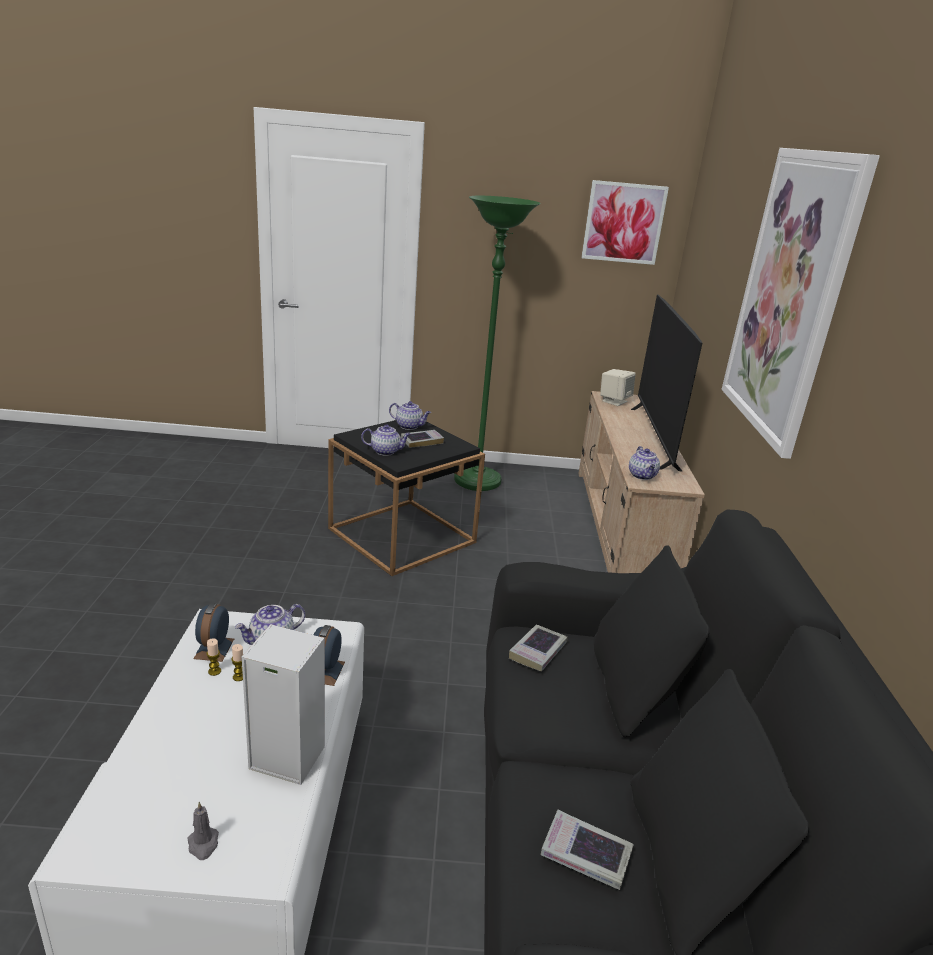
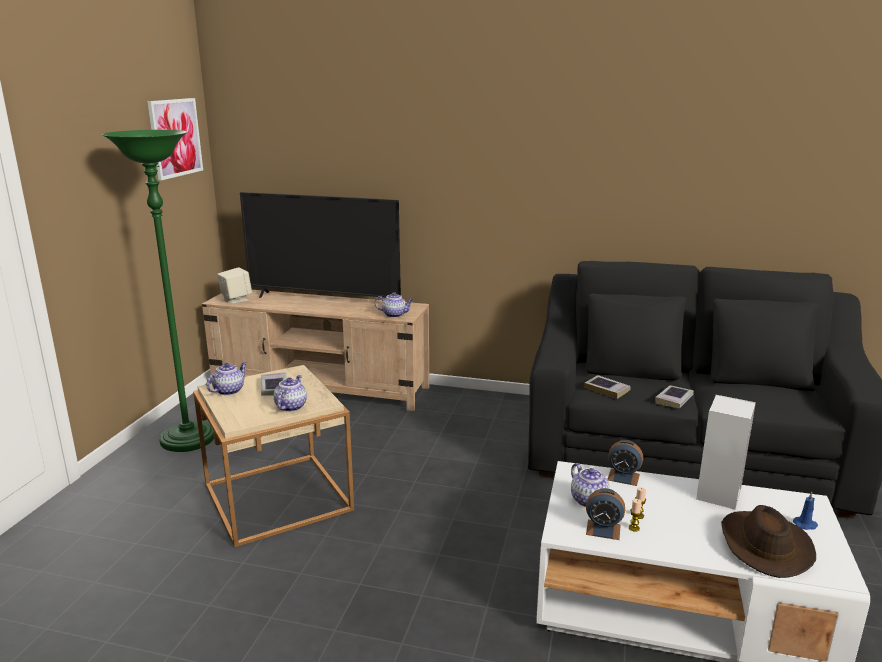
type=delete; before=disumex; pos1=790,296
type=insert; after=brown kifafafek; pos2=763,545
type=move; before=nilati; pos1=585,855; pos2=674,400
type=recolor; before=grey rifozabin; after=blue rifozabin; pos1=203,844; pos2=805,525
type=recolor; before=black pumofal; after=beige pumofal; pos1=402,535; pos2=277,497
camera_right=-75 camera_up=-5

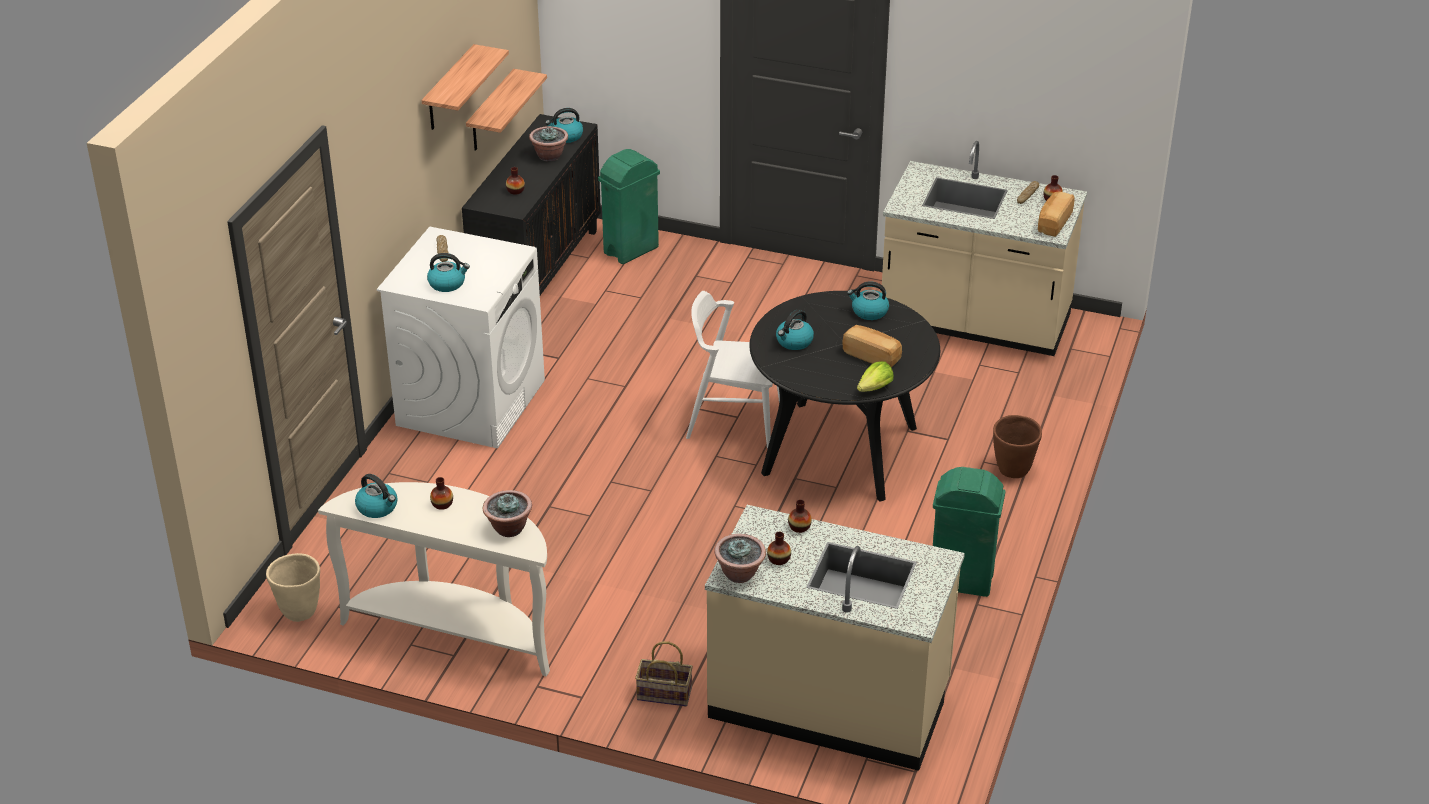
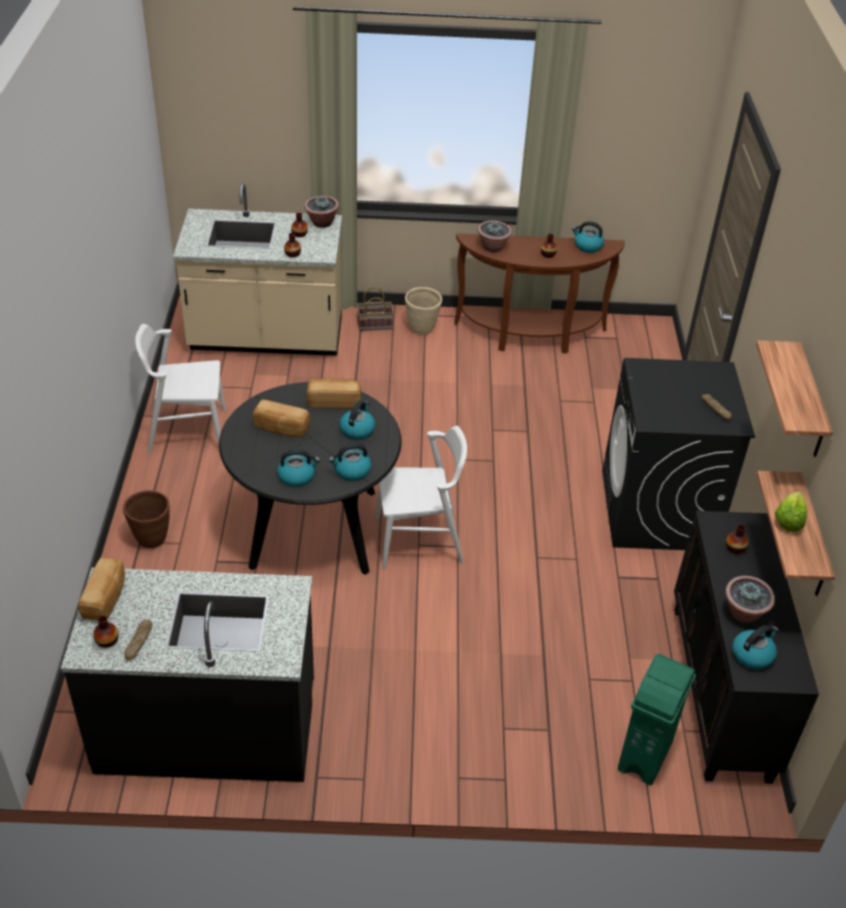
type=insert; after=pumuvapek; pos2=334,402
type=move; before=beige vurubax; pos1=299,611; pos2=422,329
type=move; before=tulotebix; pos1=447,283; pos2=351,471
type=move; before=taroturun; pos1=875,388; pos2=788,520
type=replace; before=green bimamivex; after=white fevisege; pos1=962,581; pos2=187,431
type=recolor; before=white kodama; after=brown kodama; pos1=455,630; pos2=530,337
type=recolor; before=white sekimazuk; after=black sekimazuk; pos1=471,402; pos2=658,511
type=recolor; before=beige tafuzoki; after=black tafuzoki; pos1=974,323; pos2=207,728
camera_right=160 camera_up=5

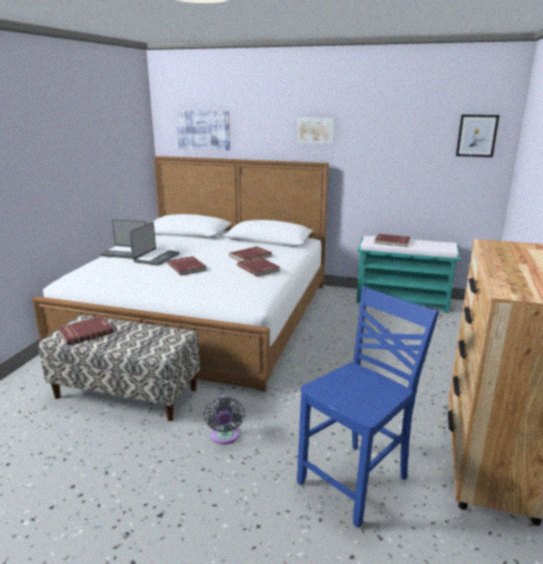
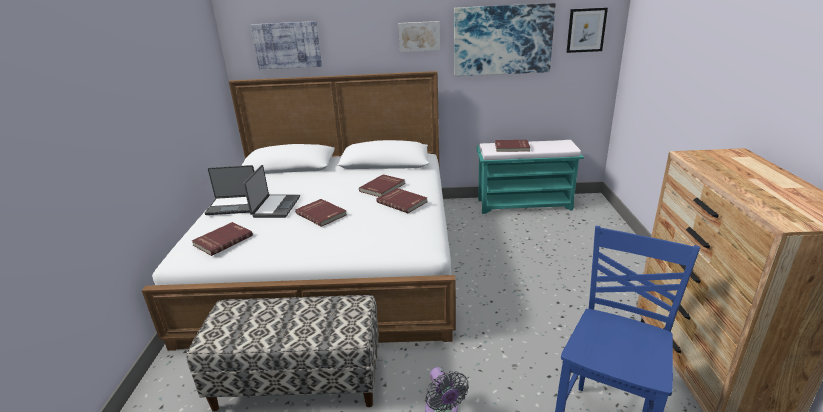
type=insert; after=disumex; pos2=502,40
type=move; before=red nilati; pos1=85,332; pos2=222,240
camera_right=-15 camera_up=5

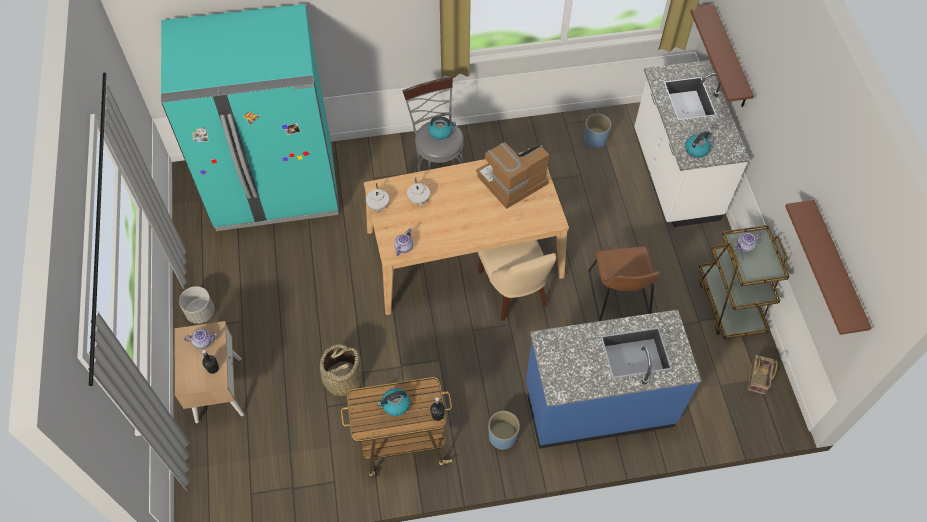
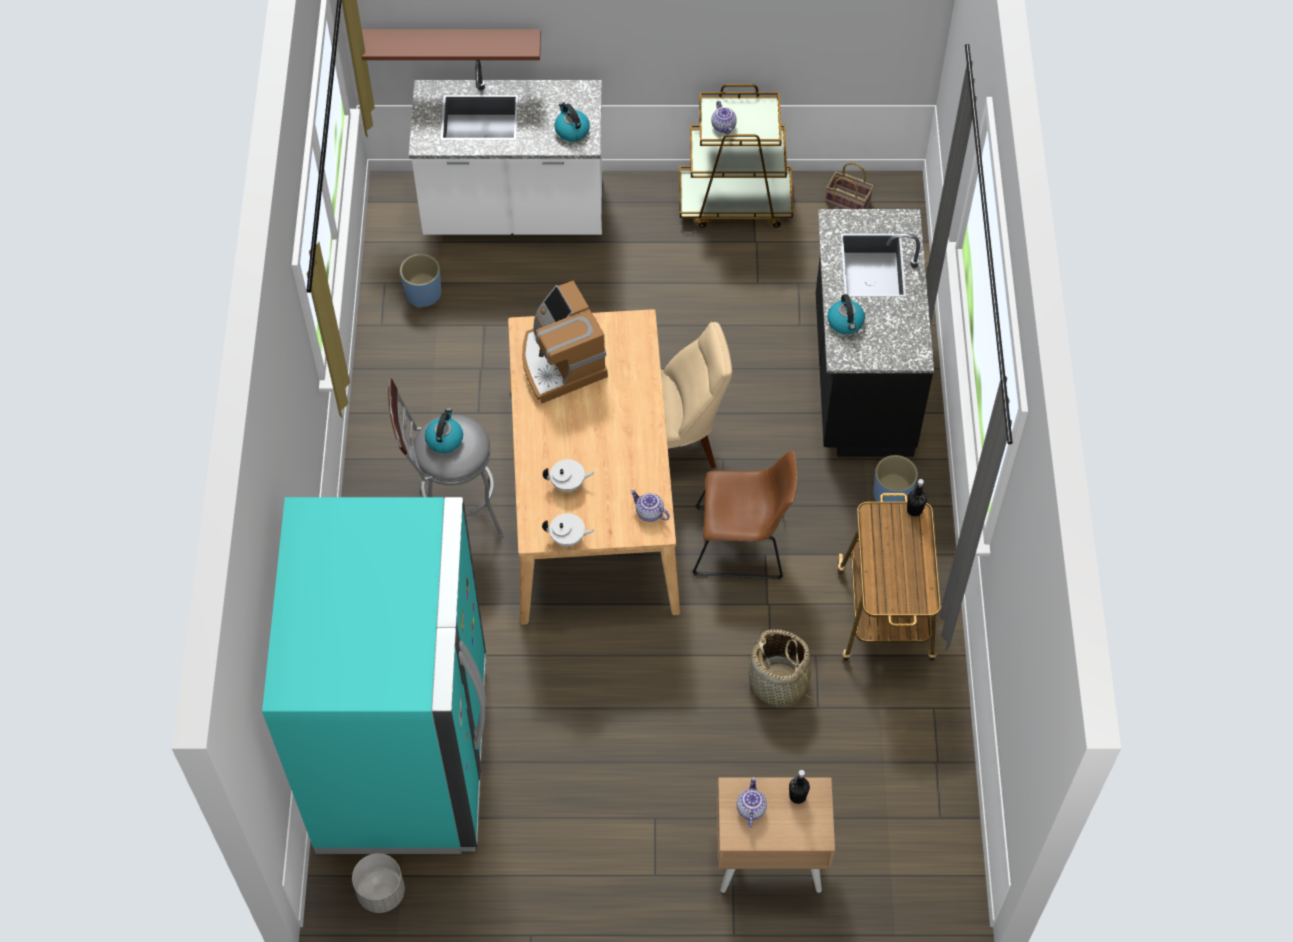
type=delete; before=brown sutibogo; pos1=836,269
type=move; before=grey vurubax; pos1=201,312; pos2=381,892
type=move; before=tulotebix; pos1=395,405; pos2=845,322
type=move; before=brown fevisege; pos1=619,297; pos2=744,543
type=recolor; before=blue tafuzoki; after=black tafuzoki; pos1=598,404; pos2=860,378
camera_right=-80 camera_up=0

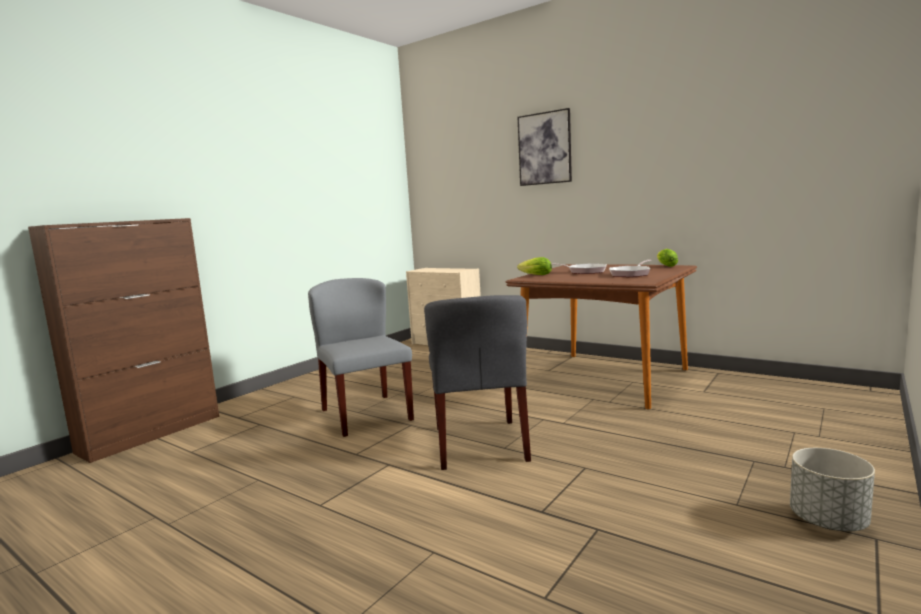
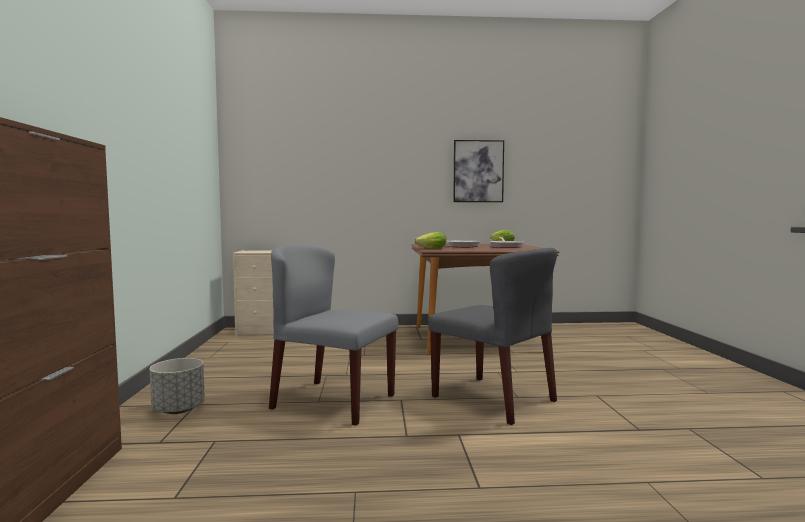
type=move; before=disumex; pos1=544,148; pos2=478,171
type=move; before=grey vurubax; pos1=828,521; pos2=178,409
camera_right=-40 camera_up=-5

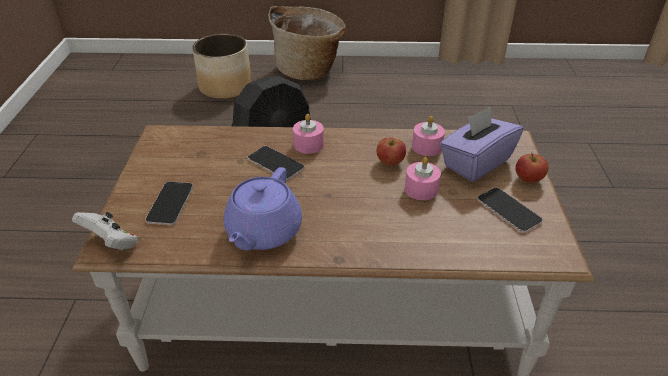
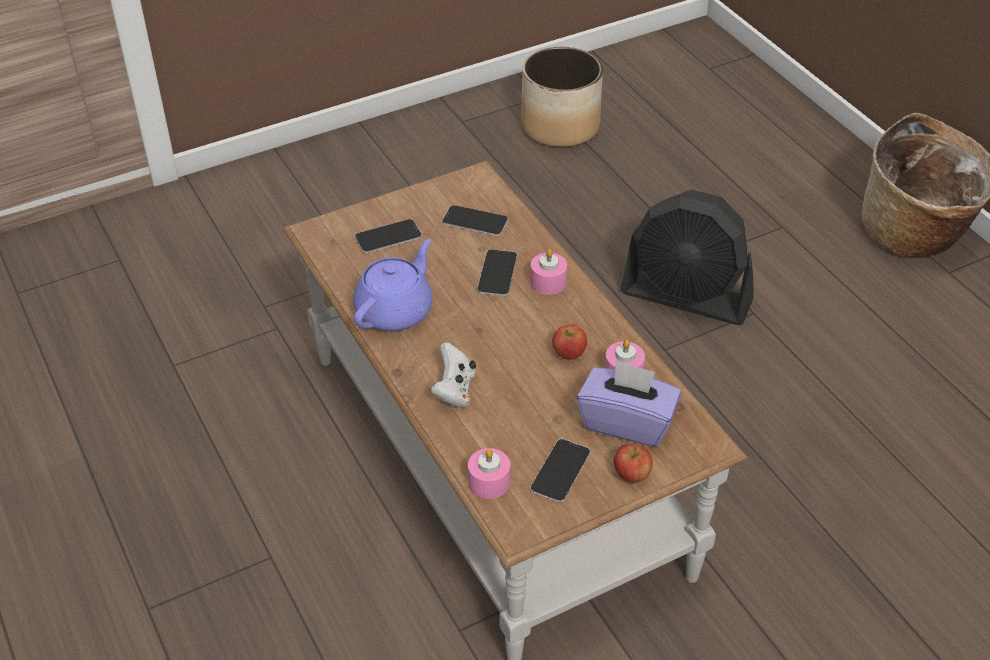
type=insert; after=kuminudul; pos2=475,221
type=move; before=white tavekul; pos1=112,243; pos2=454,390
type=move; before=vurubax; pos1=225,87; pos2=559,126
type=move; before=pink rifozabin; pos1=421,189; pos2=489,482
type=rotate; before=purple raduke; pos1=263,232; pos2=395,310; turn=135
camera_right=60 camera_up=5

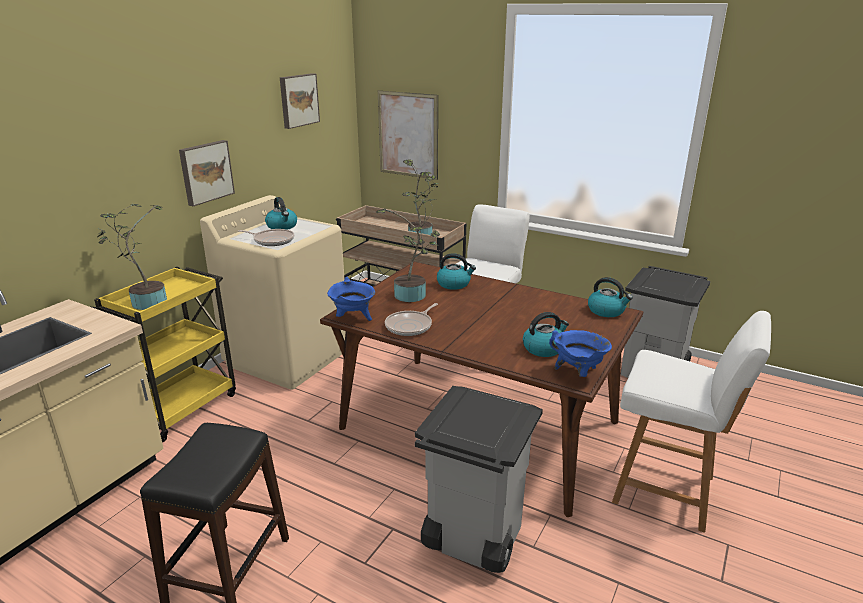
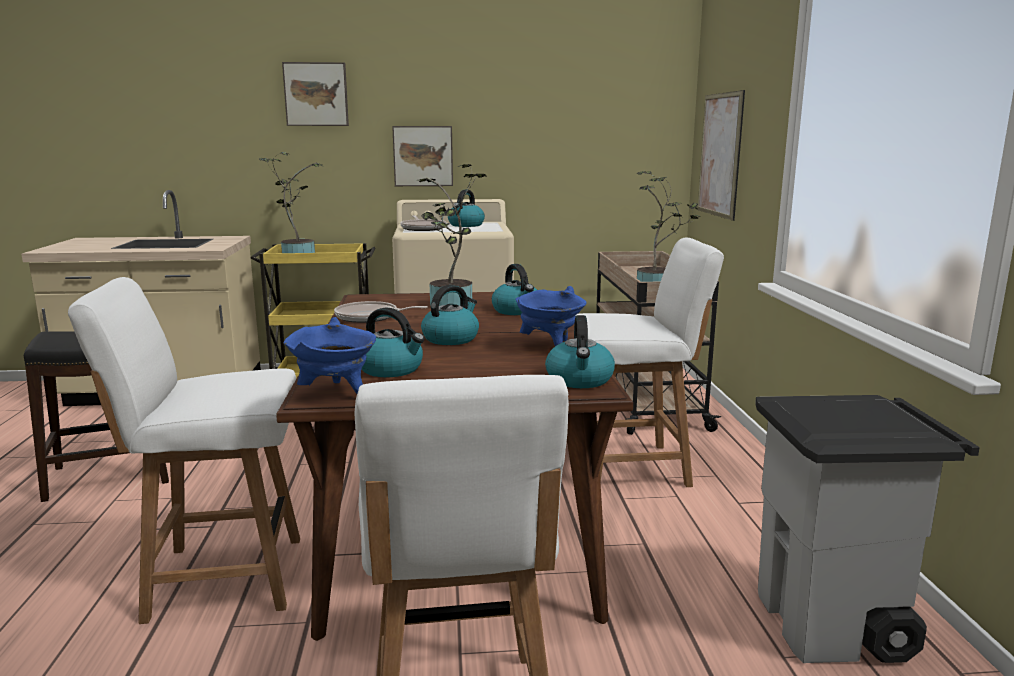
type=insert; after=tulotebix; pos2=451,338
type=move; before=disumex; pos1=298,100; pos2=316,94
type=move; before=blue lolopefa; pos1=353,318; pos2=549,347
type=replace; before=grey bimamivex; after=white fevisege; pos1=472,539; pos2=221,578
camera_right=55 camera_up=-10

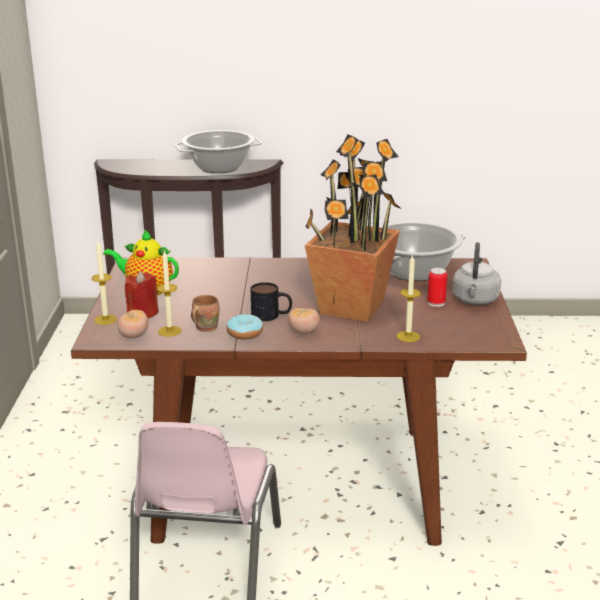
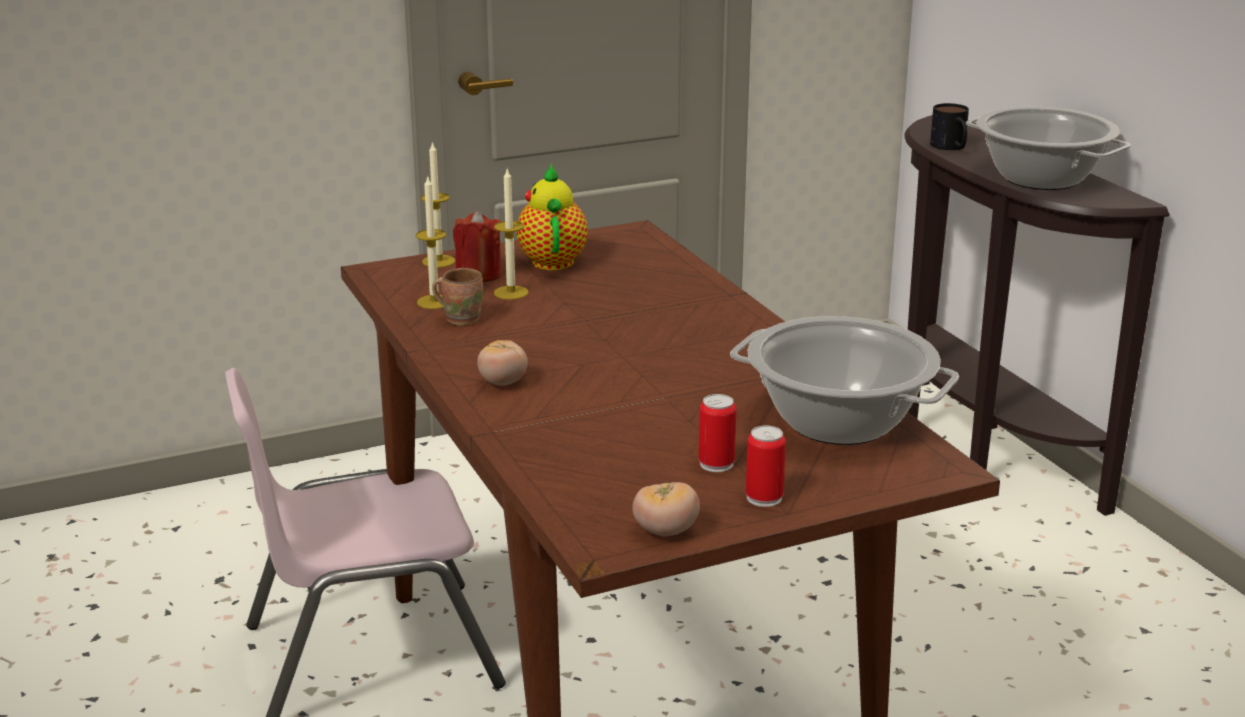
type=delete; before=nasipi; pos1=245,333
type=delete; before=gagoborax; pos1=351,307
type=move; before=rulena; pos1=133,336; pos2=665,531
type=move; before=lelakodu; pos1=271,315; pos2=951,147
type=move; before=rifozabin; pos1=408,336; pos2=511,292
type=replace; before=grey tulotebix; after=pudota; pos1=475,301; pos2=764,498
camera_right=65 camera_up=0

